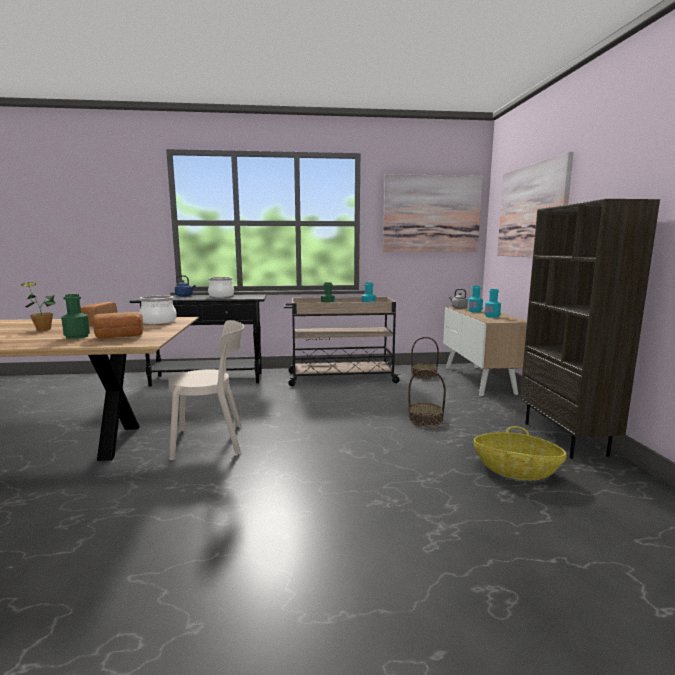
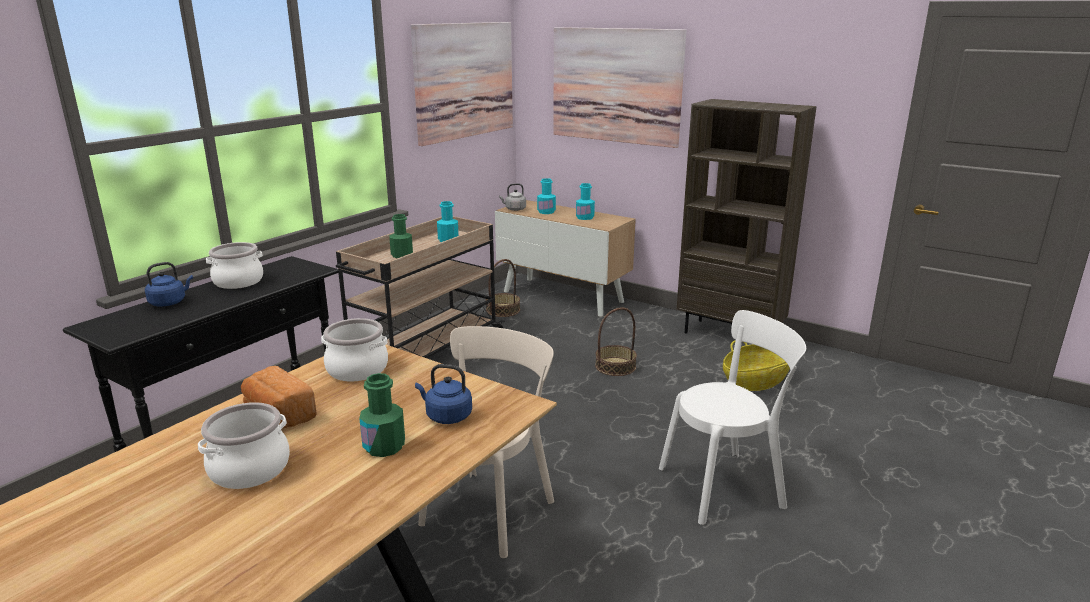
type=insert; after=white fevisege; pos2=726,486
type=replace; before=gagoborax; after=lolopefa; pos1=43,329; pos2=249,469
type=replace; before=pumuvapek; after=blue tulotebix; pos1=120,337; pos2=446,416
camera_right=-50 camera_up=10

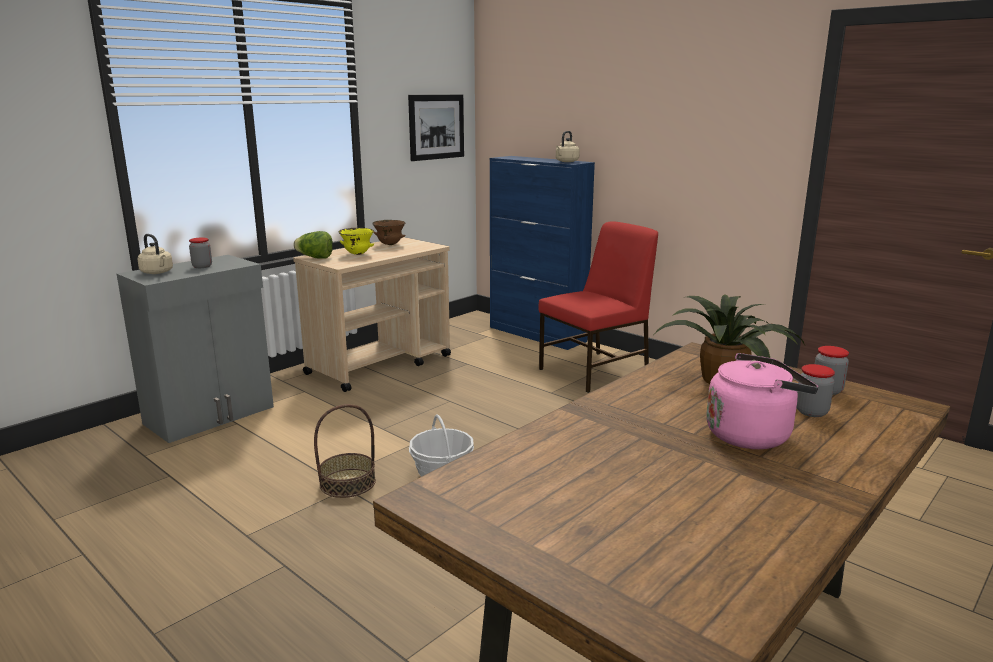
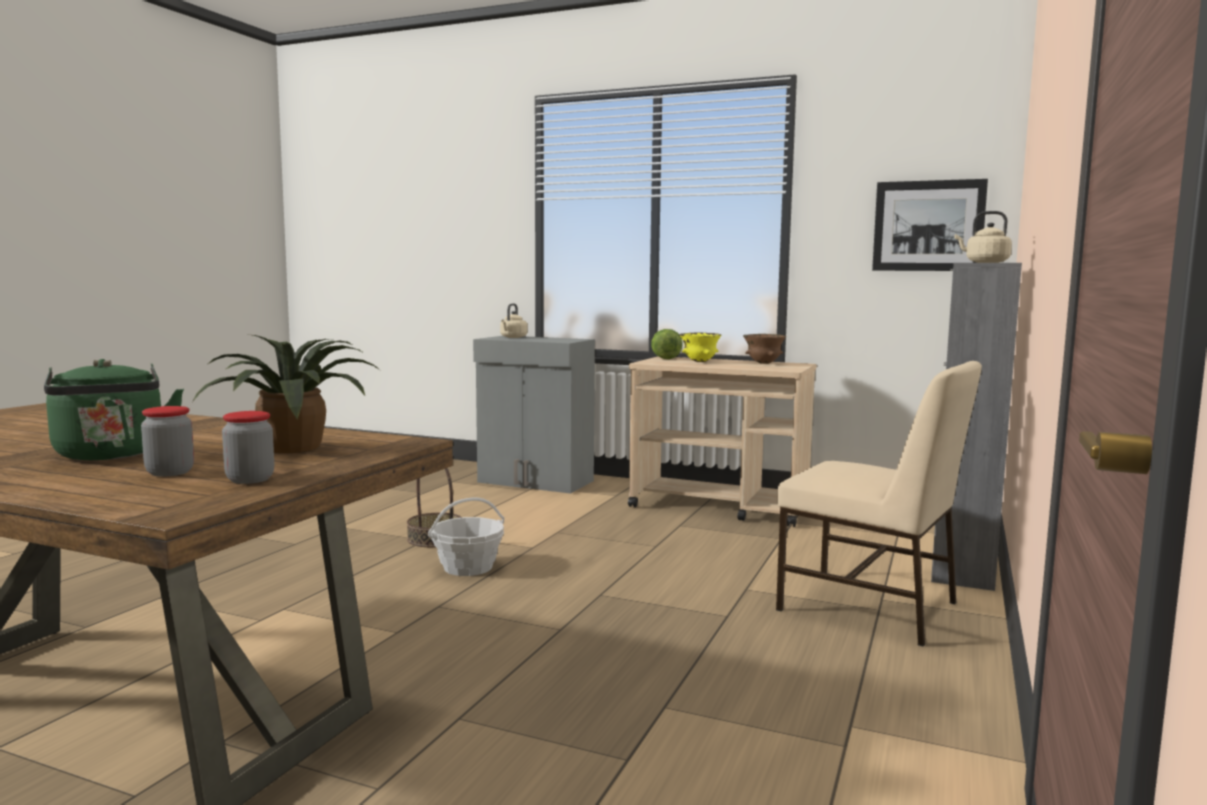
type=delete; before=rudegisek; pos1=202,266
type=recolor; before=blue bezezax; after=grey bezezax; pos1=537,334; pos2=962,558
type=recolor; before=red fevisege; after=beige fevisege; pos1=595,371; pos2=870,607
type=recolor; before=pink tulotebix; after=green tulotebix; pos1=752,435; pos2=111,455
camera_right=70 camera_up=-10

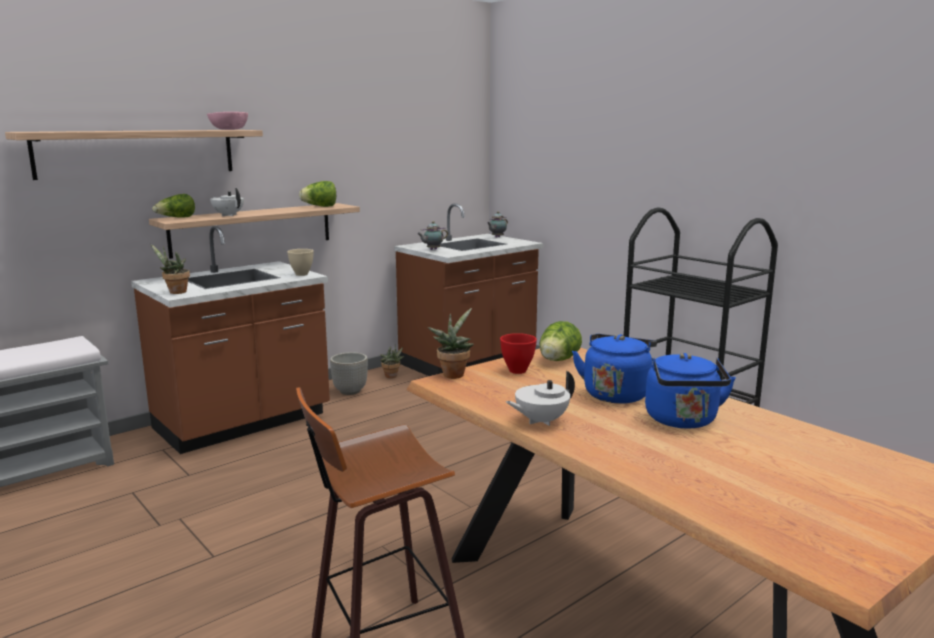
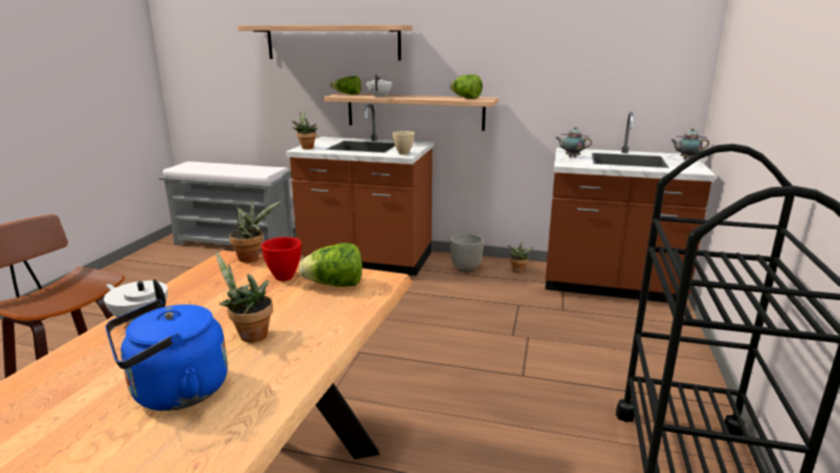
type=delete; before=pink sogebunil; pos1=229,129
type=replace; before=blue tulotebix; after=gagoborax; pos1=616,393; pos2=249,335
camera_right=55 camera_up=5

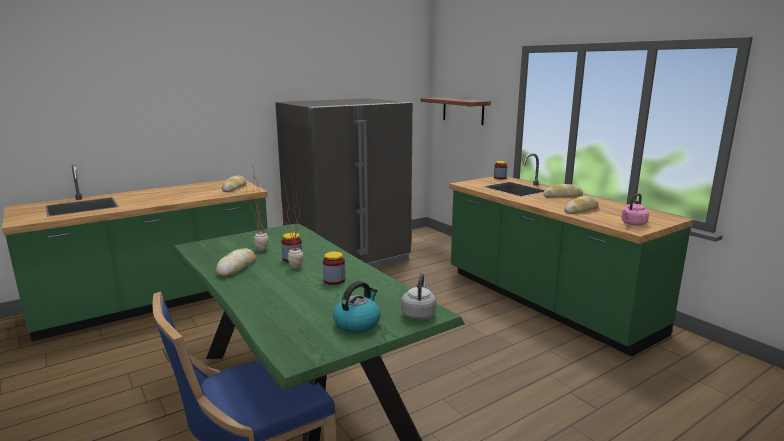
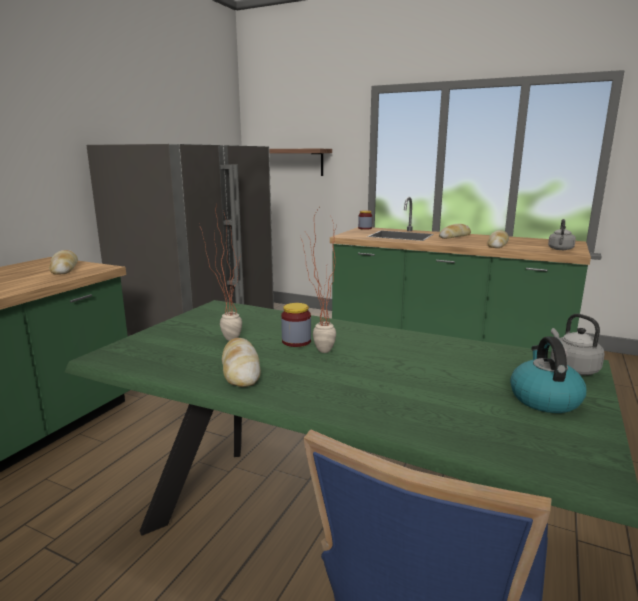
type=delete; before=rudegisek; pos1=334,280
type=recolor; before=pink tulotebix; after=grey tulotebix; pos1=632,224; pos2=560,249
camera_right=-30 camera_up=0

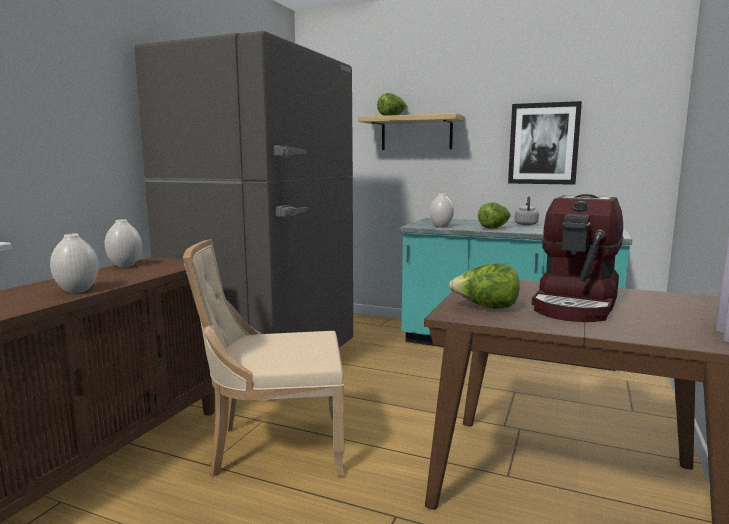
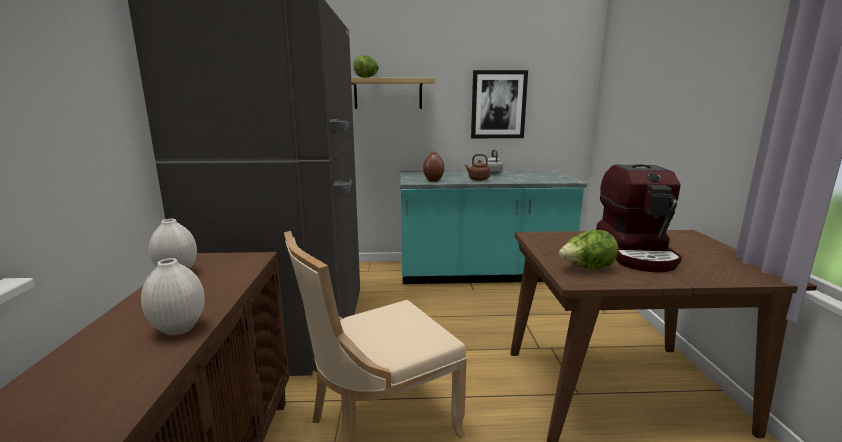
type=replace; before=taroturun; after=brown tulotebix; pos1=494,228; pos2=477,179
type=recolor; before=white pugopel; after=brown pugopel; pos1=440,226; pos2=433,181
camera_right=-25 camera_up=5

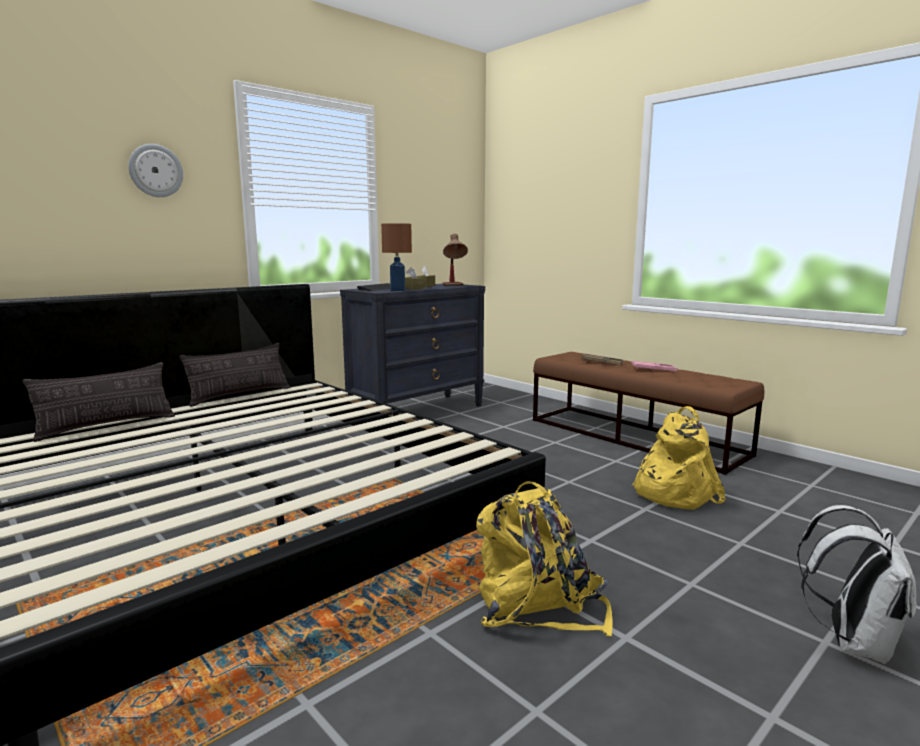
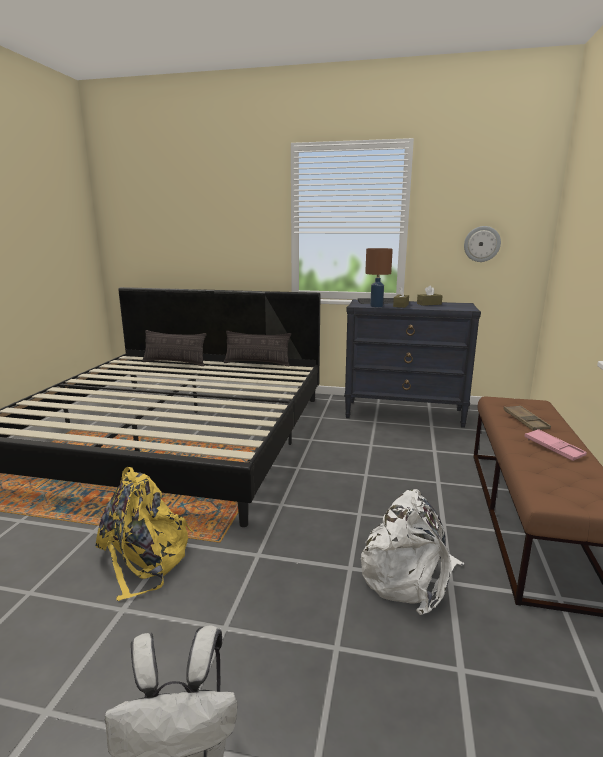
type=delete; before=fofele; pos1=454,286
type=move; before=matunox; pos1=155,171; pos2=482,244
type=recolor; before=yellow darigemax; after=white darigemax; pos1=672,492; pos2=409,576
camera_right=55 camera_up=5

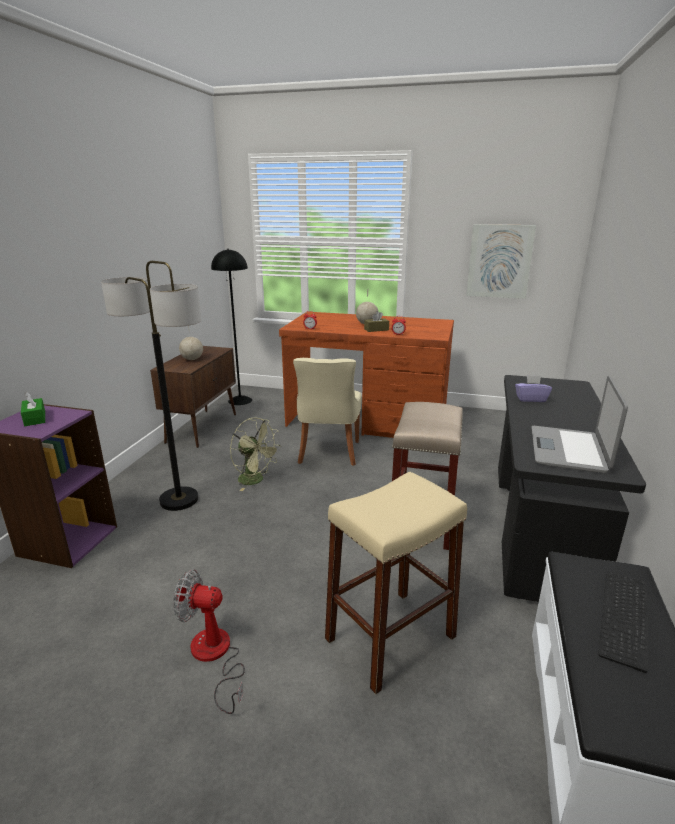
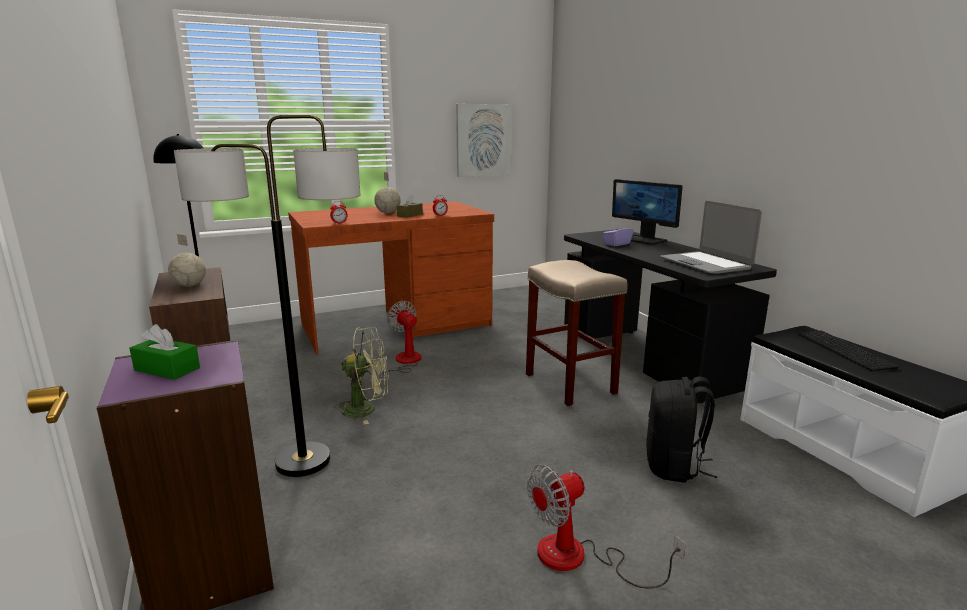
type=insert; after=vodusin; pos2=642,239
type=replace; before=beige fevisege; after=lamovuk; pos1=328,453; pos2=404,362
type=replace; before=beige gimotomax; after=black darigemax; pos1=390,638; pos2=674,466
camera_right=-40 camera_up=-5

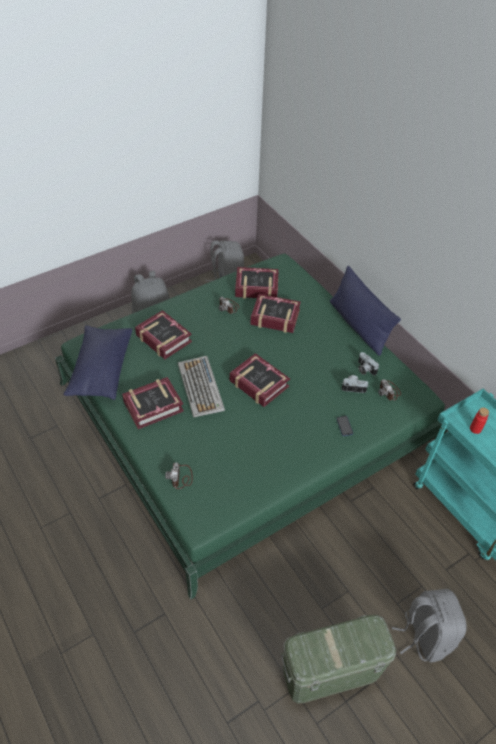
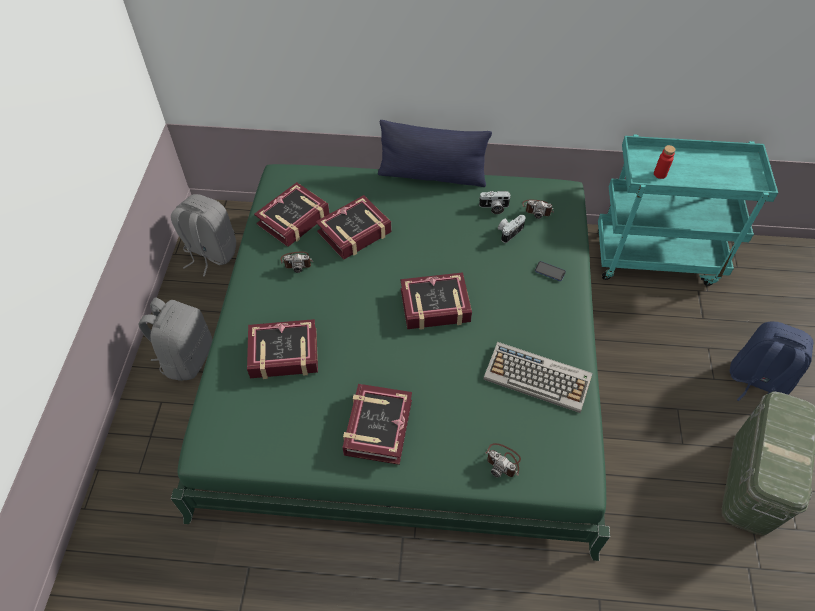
type=delete; before=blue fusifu; pos1=101,370
type=move; before=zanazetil; pos1=201,387; pos2=538,377
type=recolor; before=grey darigemax; after=blue darigemax; pos1=424,635; pos2=756,381
camera_right=-50 camera_up=5

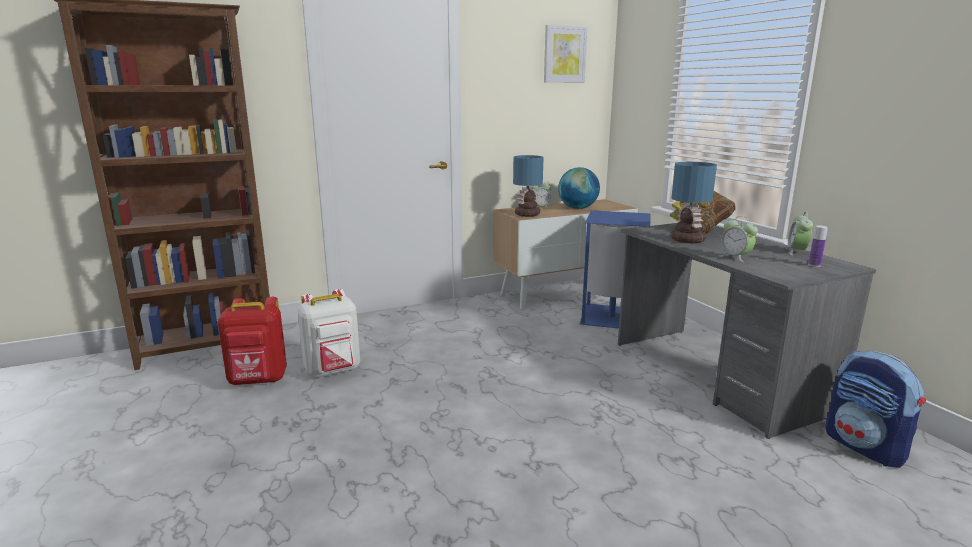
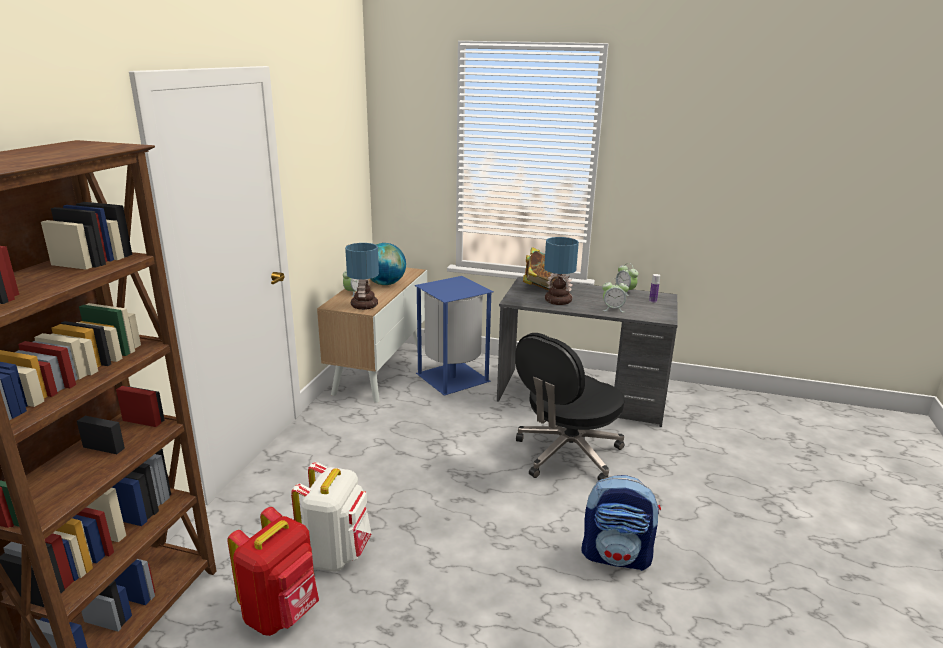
type=delete; before=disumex; pos1=564,54
type=insert; after=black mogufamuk; pos2=566,454
type=move; before=darigemax; pos1=865,447; pos2=616,556
camera_right=-50 camera_up=5

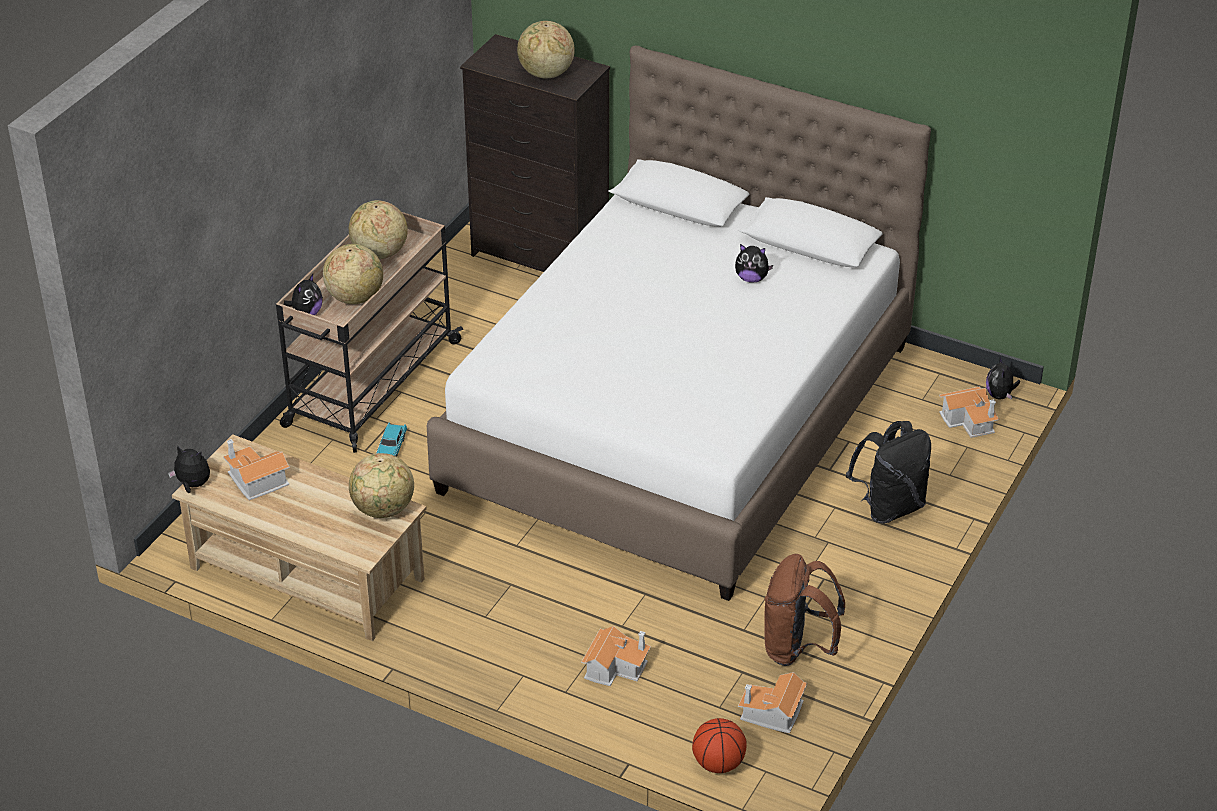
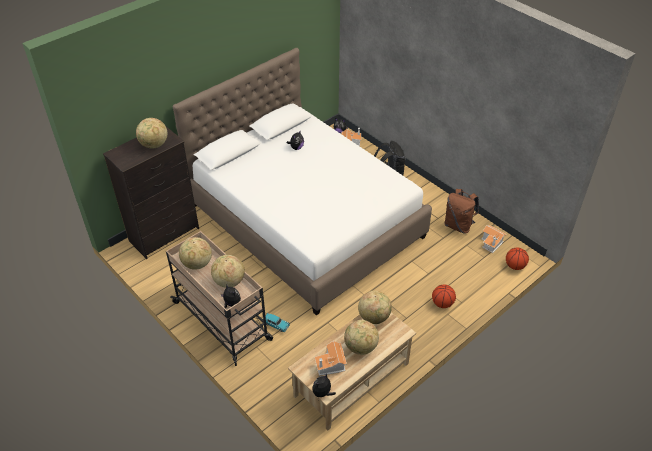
type=delete; before=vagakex; pos1=616,666
type=insert; after=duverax; pos2=360,347
type=insert; after=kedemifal; pos2=442,303
camera_right=-70 camera_up=5

